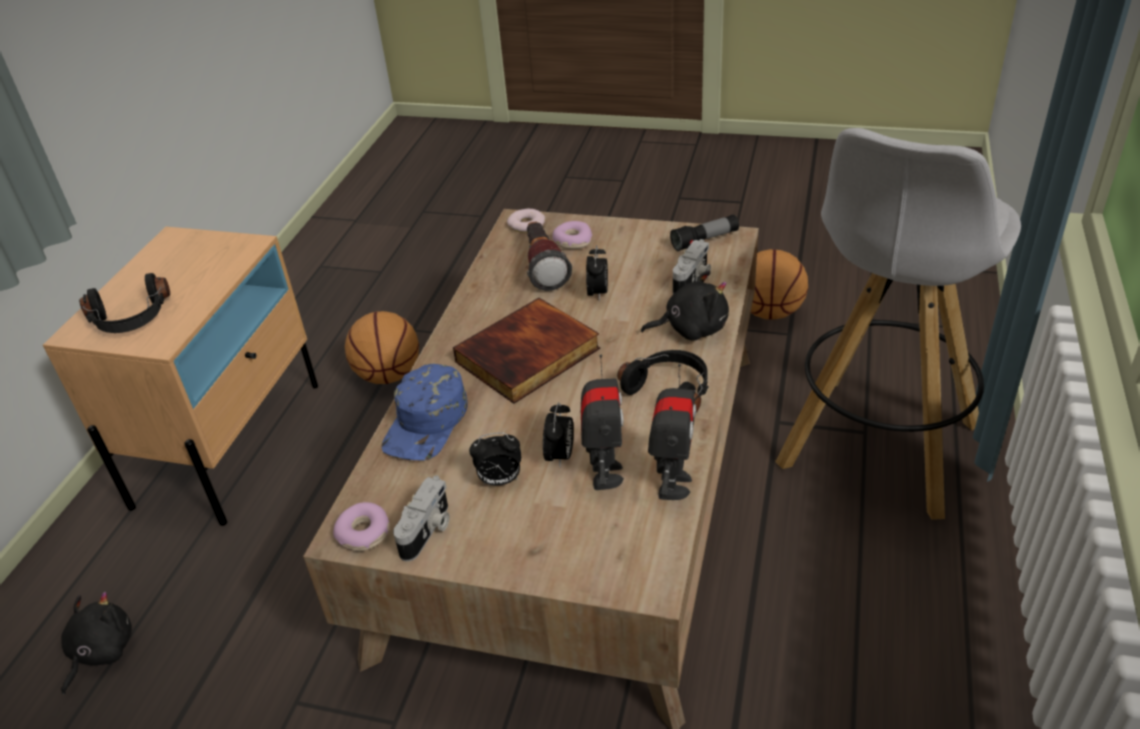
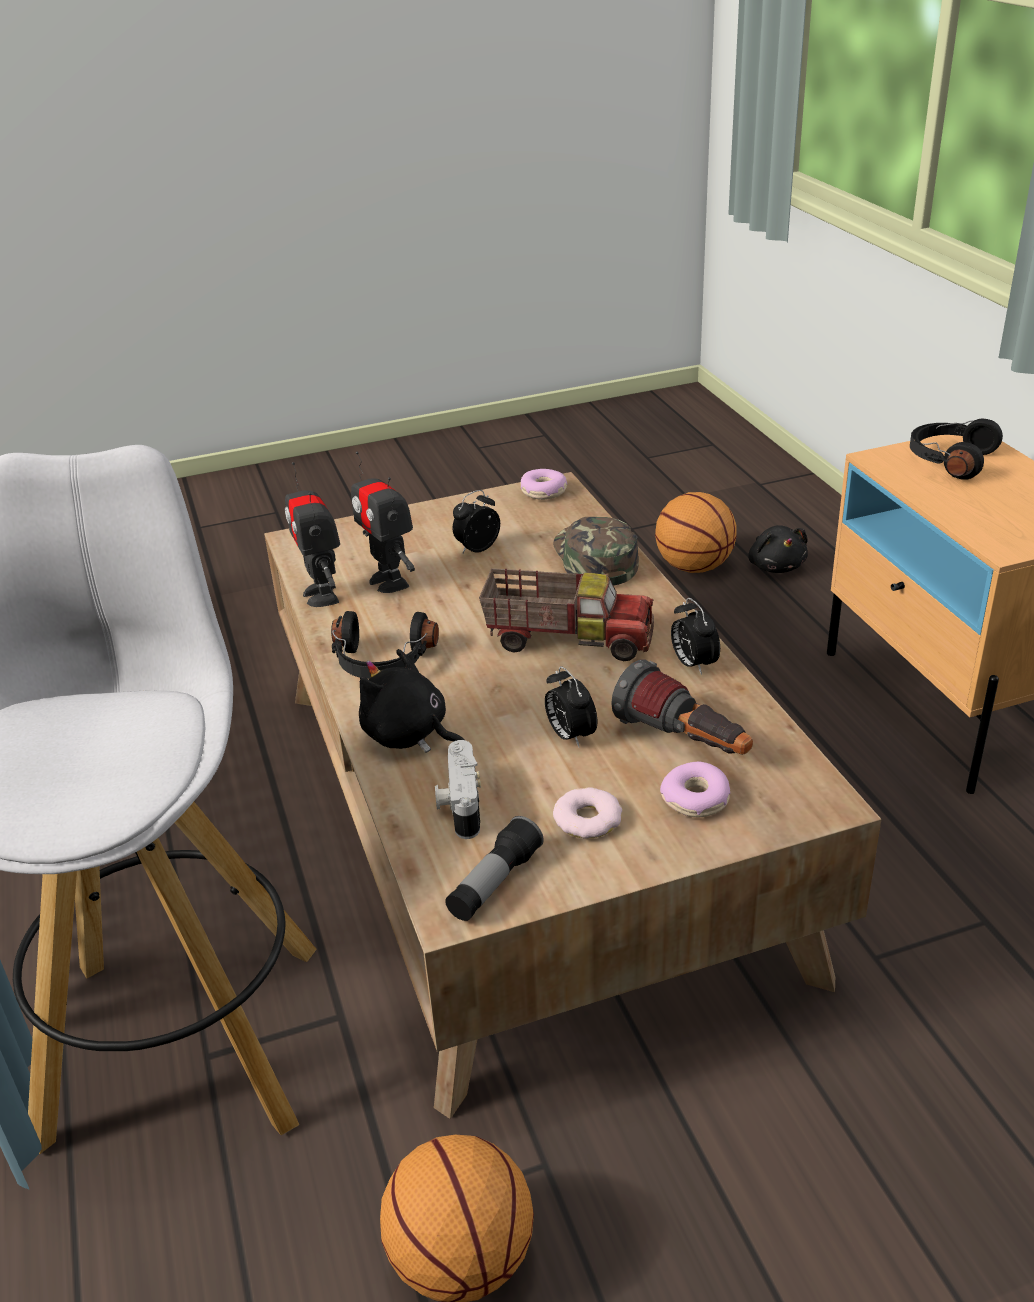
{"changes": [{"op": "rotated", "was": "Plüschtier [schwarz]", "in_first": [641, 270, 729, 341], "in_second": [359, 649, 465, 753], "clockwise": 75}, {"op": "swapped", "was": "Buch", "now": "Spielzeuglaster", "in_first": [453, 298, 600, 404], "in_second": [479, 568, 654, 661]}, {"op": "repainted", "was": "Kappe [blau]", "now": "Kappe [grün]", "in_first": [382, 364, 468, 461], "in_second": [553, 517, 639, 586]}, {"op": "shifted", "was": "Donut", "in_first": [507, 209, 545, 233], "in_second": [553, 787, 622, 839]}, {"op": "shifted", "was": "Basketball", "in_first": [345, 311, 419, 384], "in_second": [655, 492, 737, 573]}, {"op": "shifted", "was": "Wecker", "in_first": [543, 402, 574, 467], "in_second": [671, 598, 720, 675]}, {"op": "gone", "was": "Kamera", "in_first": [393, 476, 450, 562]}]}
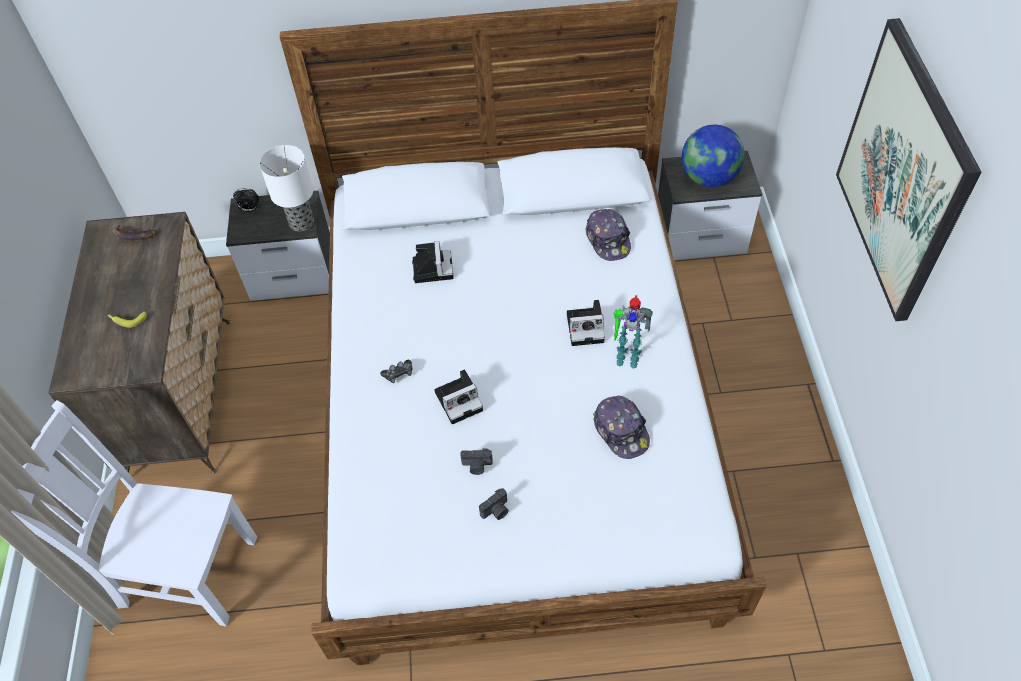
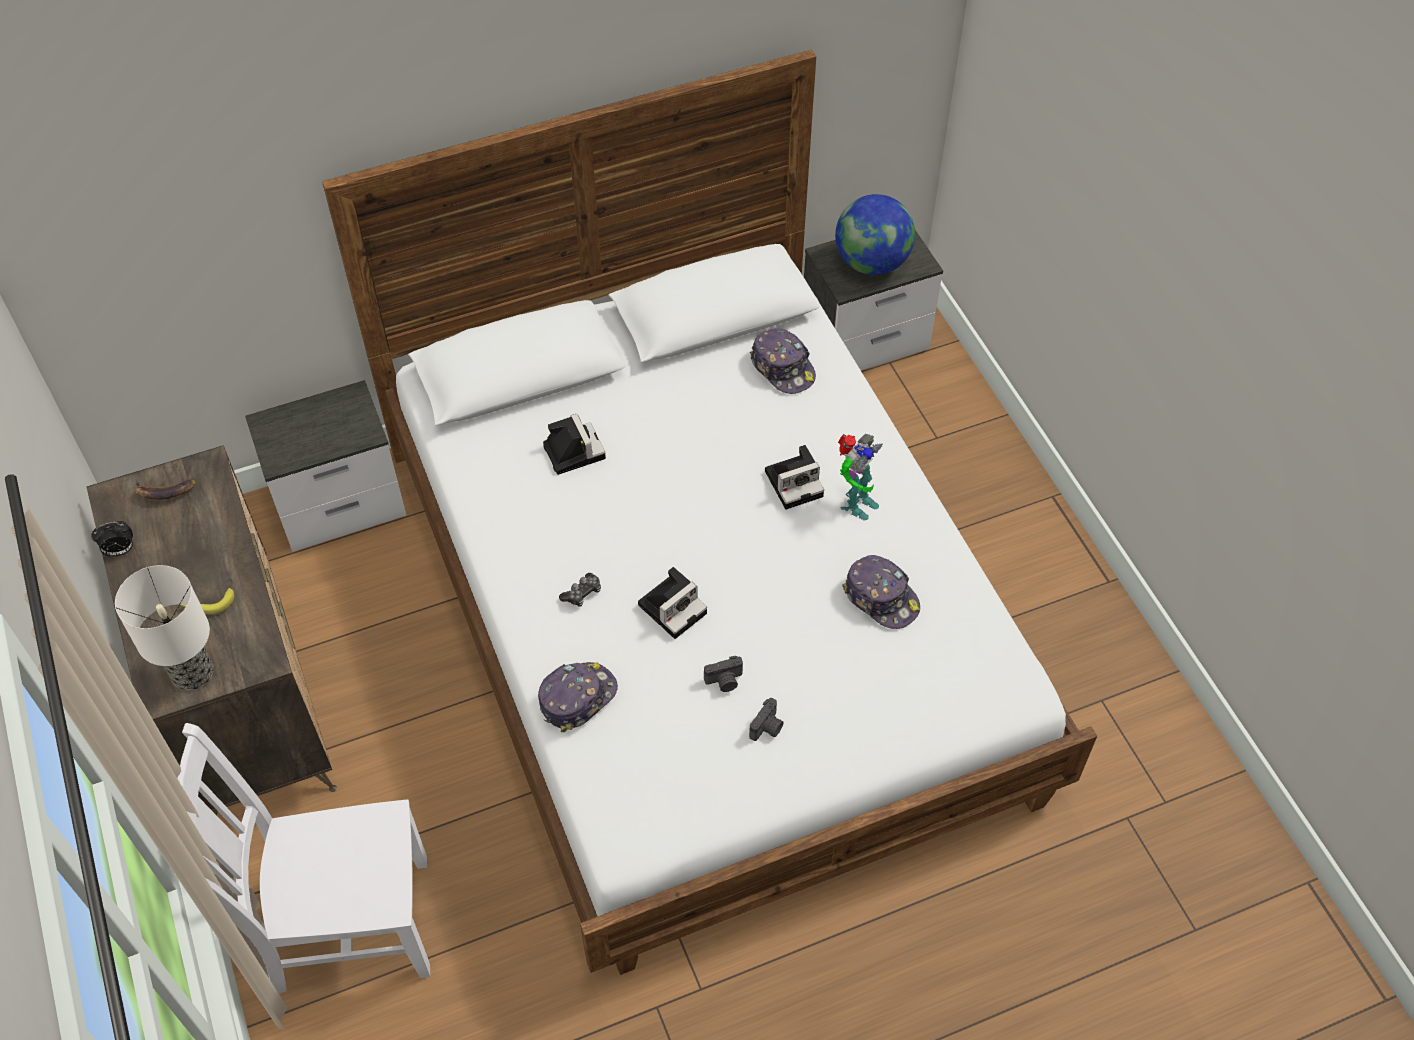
{"changes": [{"op": "shifted", "was": "Wecker", "in_first": [233, 188, 259, 212], "in_second": [91, 521, 134, 557]}, {"op": "shifted", "was": "Tischlampe", "in_first": [260, 145, 314, 231], "in_second": [115, 565, 214, 690]}, {"op": "new", "now": "Kappe", "in_second": [538, 662, 618, 733]}, {"op": "rotated", "was": "Spielzeugroboter", "in_first": [614, 295, 653, 369], "in_second": [838, 434, 883, 521], "clockwise": -45}, {"op": "gone", "was": "Bild", "in_first": [836, 18, 981, 321]}]}
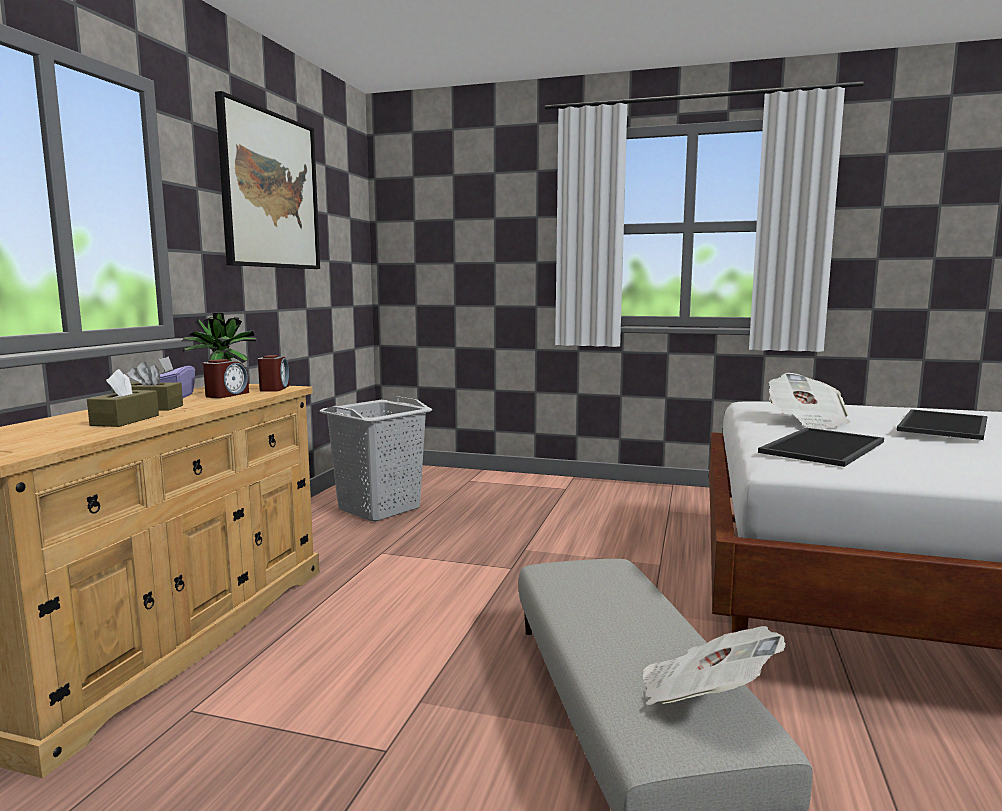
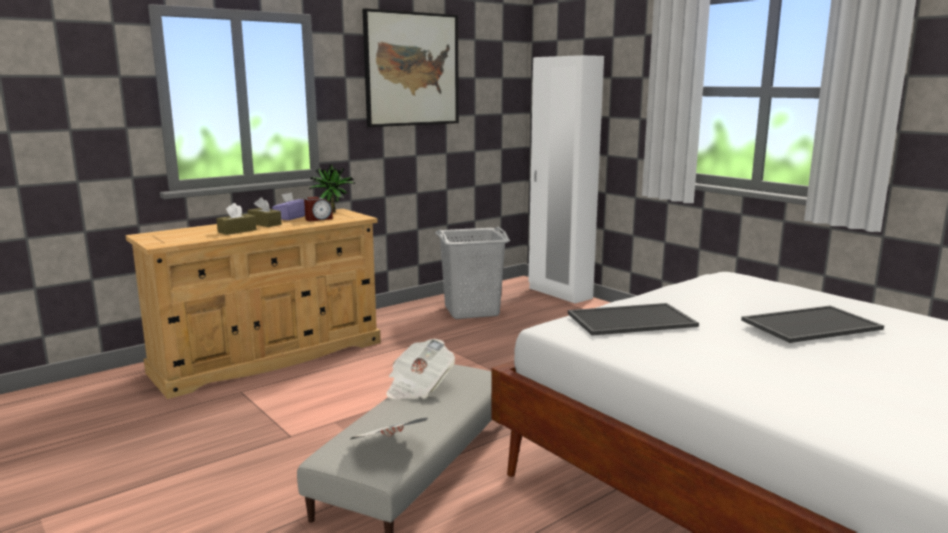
{"changes": [{"op": "shifted", "was": "Zeitung", "in_first": [769, 373, 850, 430], "in_second": [386, 339, 455, 399]}, {"op": "new", "now": "Kleiderschrank [weiß]", "in_second": [528, 55, 604, 304]}, {"op": "gone", "was": "Wecker", "in_first": [258, 355, 289, 392]}]}
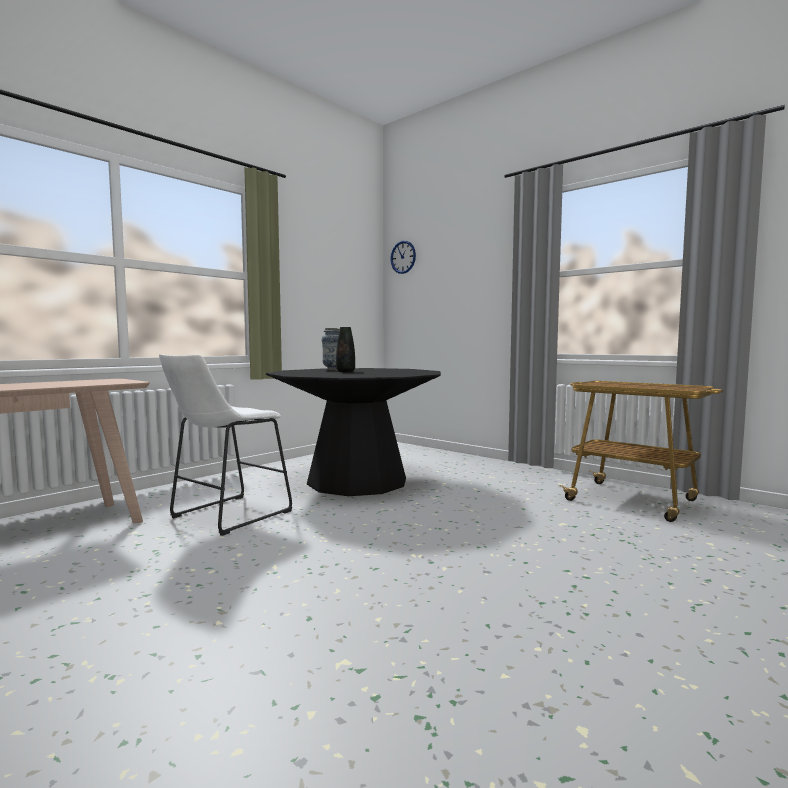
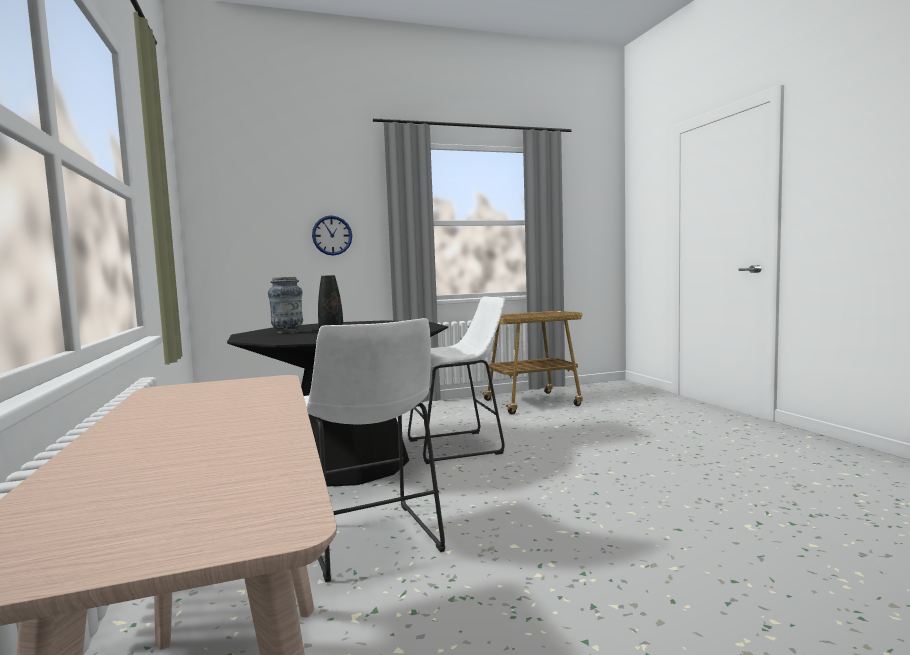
{"changes": [{"op": "shifted", "was": "Wanduhr", "in_first": [390, 240, 416, 274], "in_second": [312, 215, 352, 256]}, {"op": "new", "now": "Hocker [weiß]", "in_second": [408, 296, 505, 464]}]}
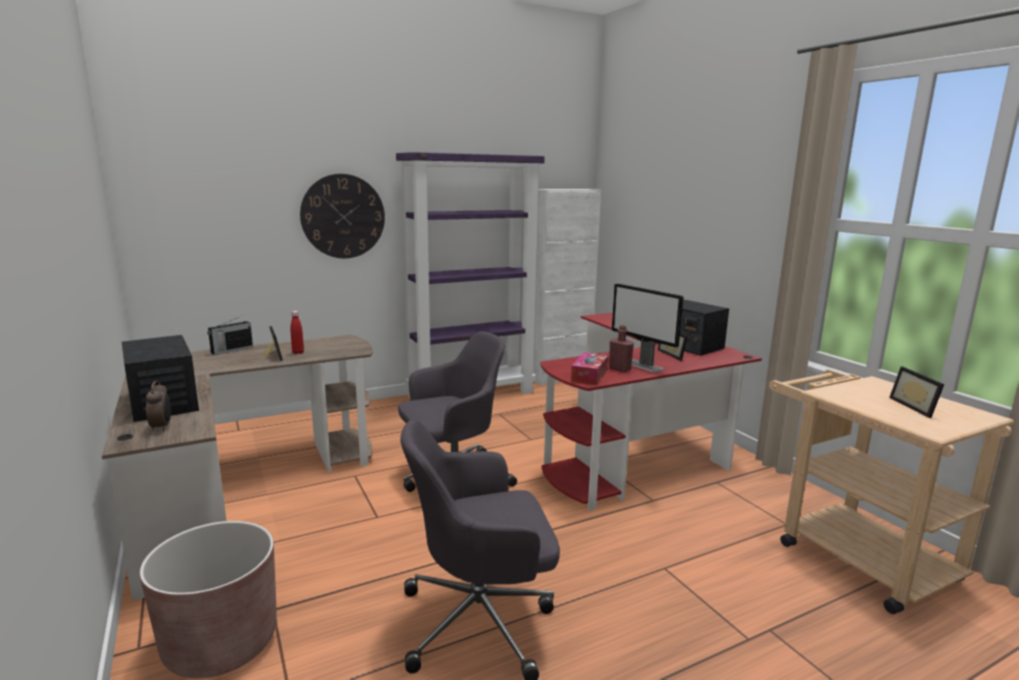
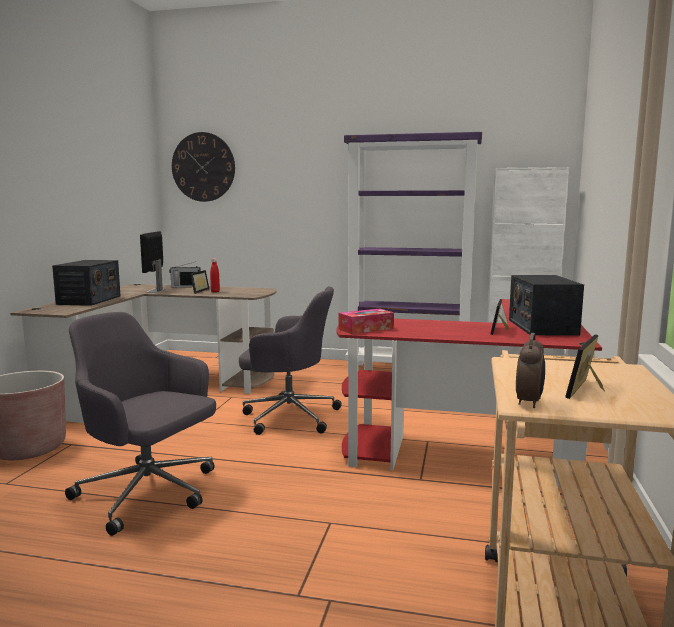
{"changes": [{"op": "shifted", "was": "Monitor", "in_first": [612, 283, 683, 372], "in_second": [140, 231, 166, 293]}, {"op": "shifted", "was": "Wanduhr", "in_first": [300, 174, 385, 258], "in_second": [172, 132, 235, 202]}, {"op": "shifted", "was": "Wecker", "in_first": [146, 381, 171, 431], "in_second": [516, 333, 545, 408]}, {"op": "gone", "was": "Flasche [rot]", "in_first": [609, 325, 634, 372]}]}
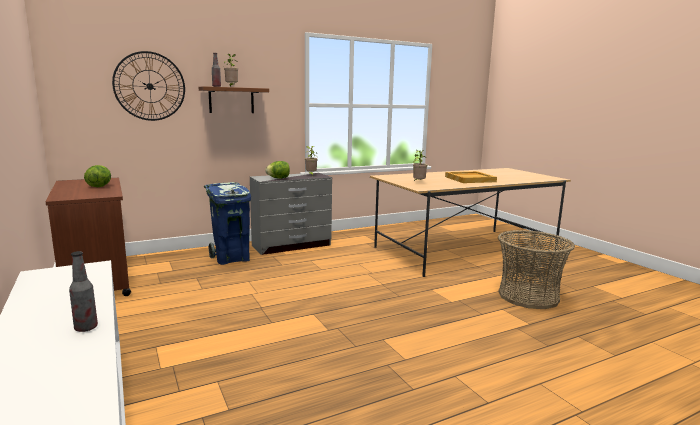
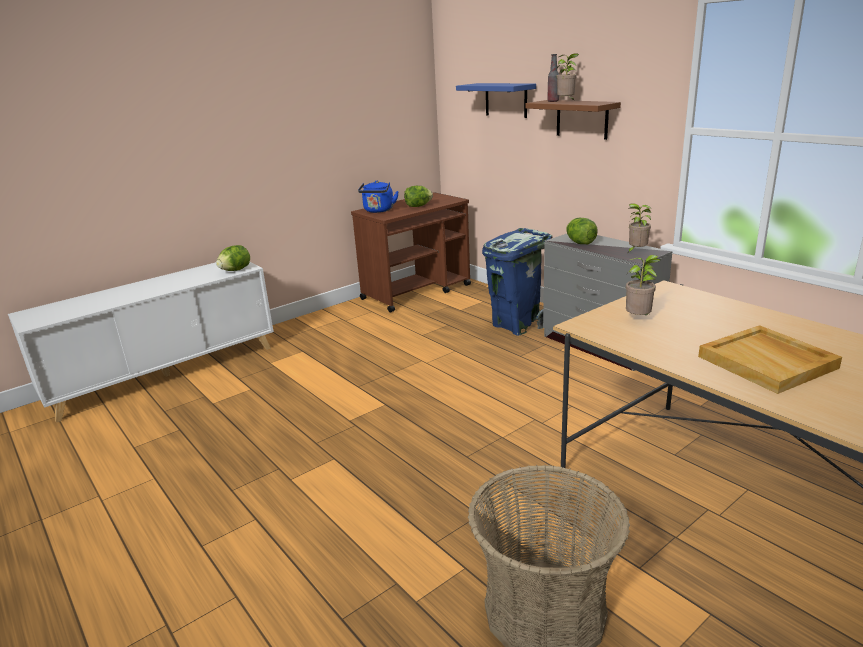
{"changes": [{"op": "new", "now": "Salatkopf", "in_second": [216, 245, 250, 271]}, {"op": "new", "now": "Wasserkessel [blau]", "in_second": [358, 181, 399, 213]}, {"op": "swapped", "was": "Wanduhr", "now": "Wandregal [blau]", "in_first": [112, 51, 185, 121], "in_second": [456, 83, 536, 118]}, {"op": "gone", "was": "Flasche", "in_first": [69, 251, 98, 332]}]}
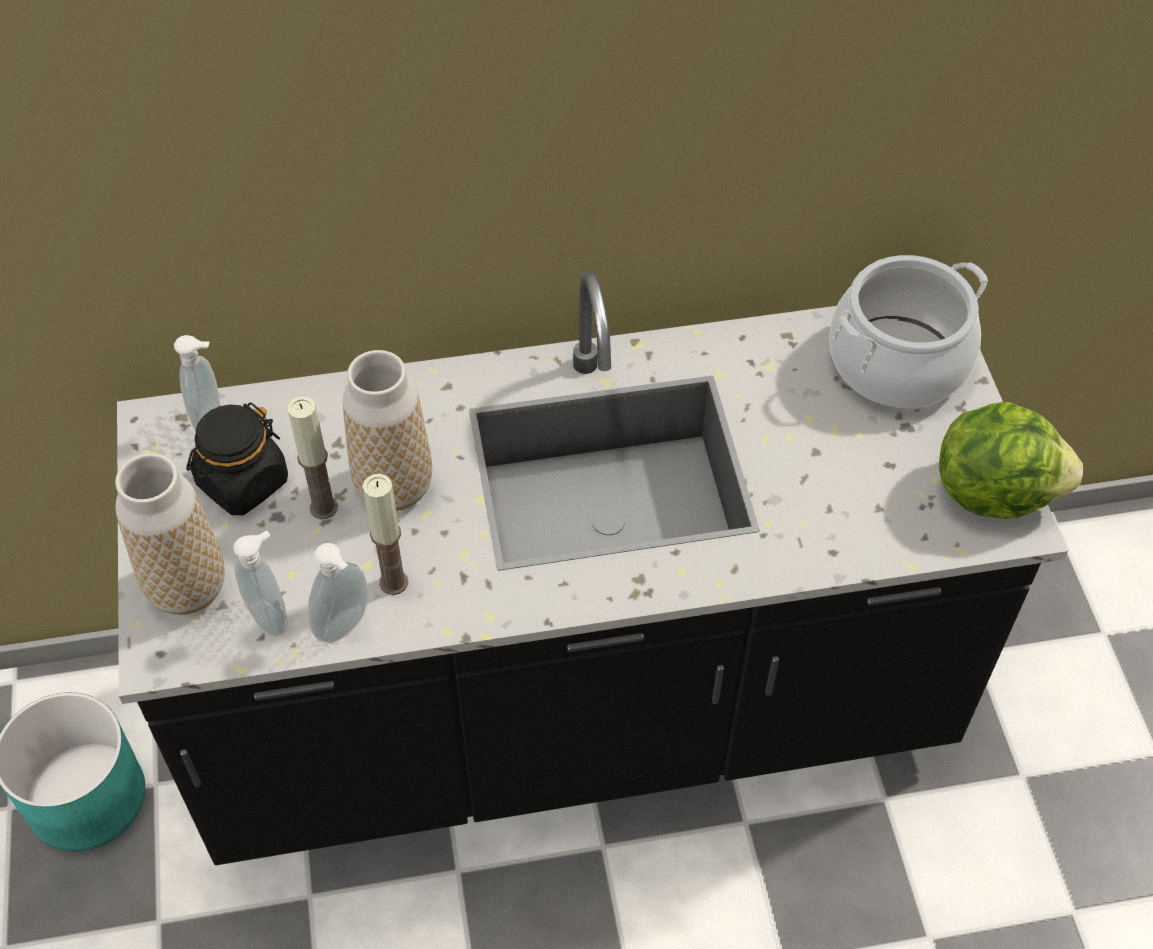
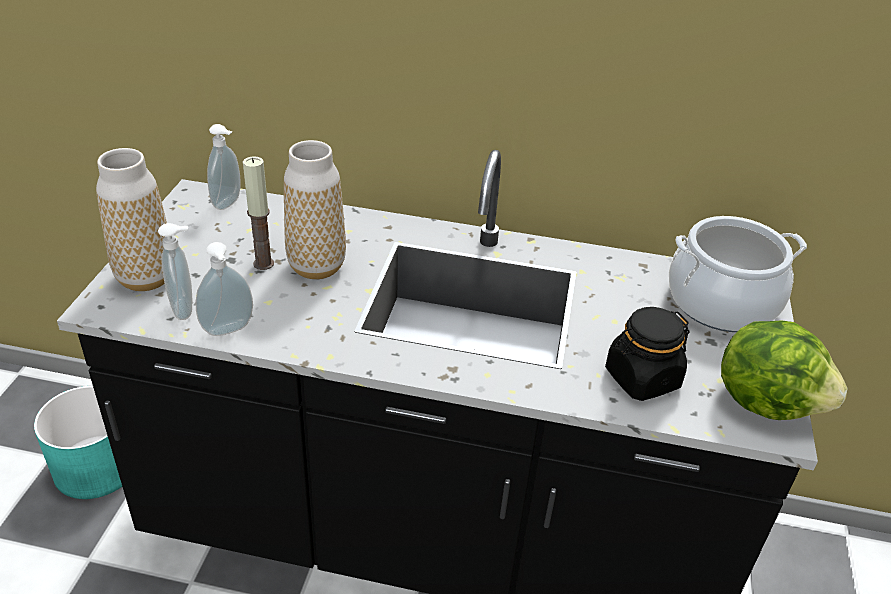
{"changes": [{"op": "shifted", "was": "Vorratsglas [schwarz]", "in_first": [186, 402, 288, 515], "in_second": [605, 307, 689, 401]}, {"op": "gone", "was": "Kerze", "in_first": [363, 474, 408, 595]}]}
